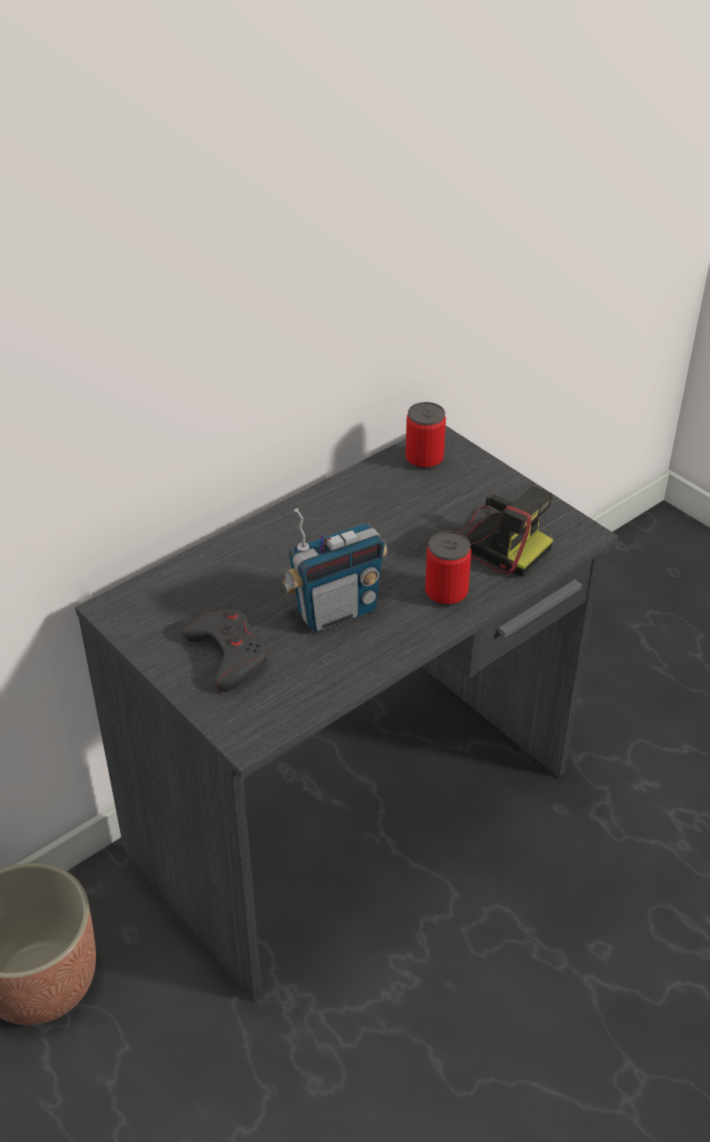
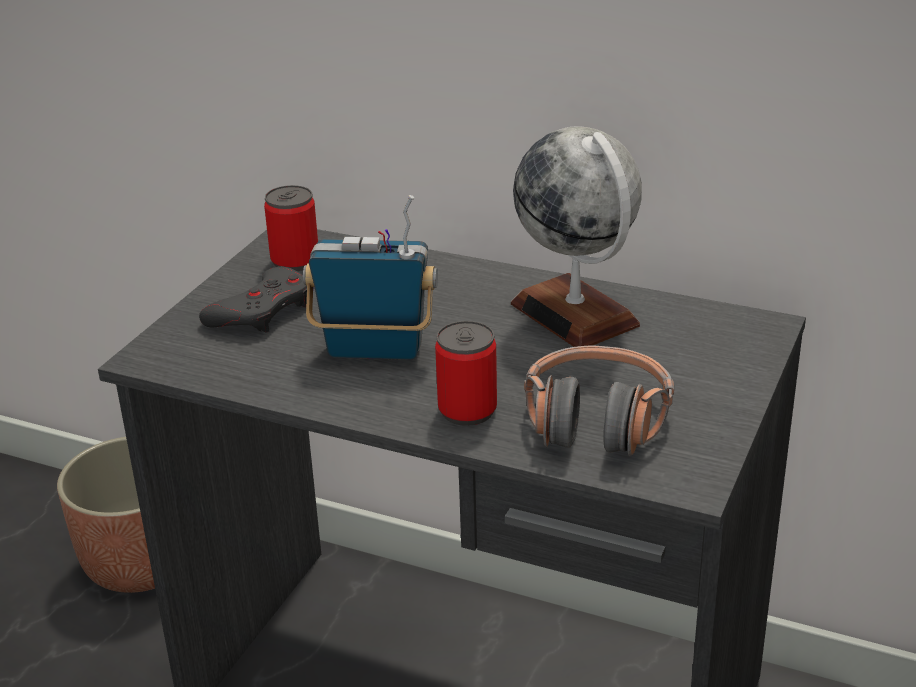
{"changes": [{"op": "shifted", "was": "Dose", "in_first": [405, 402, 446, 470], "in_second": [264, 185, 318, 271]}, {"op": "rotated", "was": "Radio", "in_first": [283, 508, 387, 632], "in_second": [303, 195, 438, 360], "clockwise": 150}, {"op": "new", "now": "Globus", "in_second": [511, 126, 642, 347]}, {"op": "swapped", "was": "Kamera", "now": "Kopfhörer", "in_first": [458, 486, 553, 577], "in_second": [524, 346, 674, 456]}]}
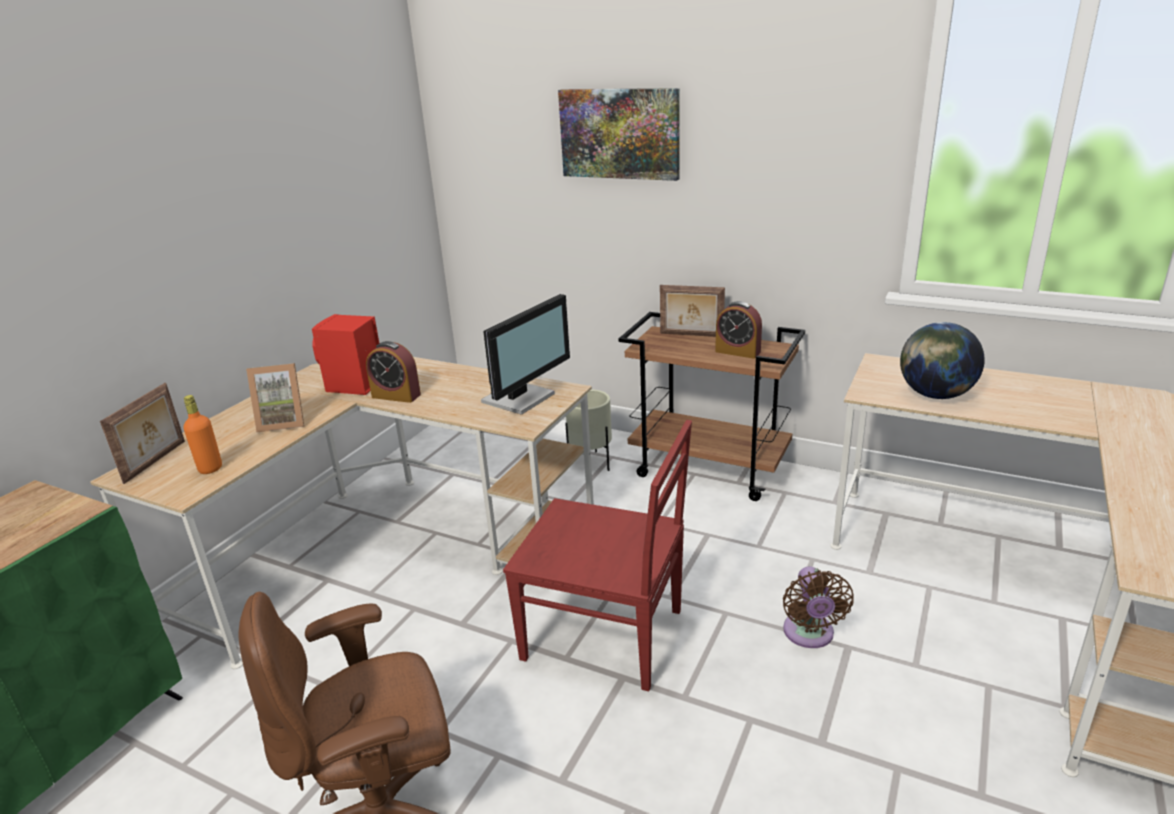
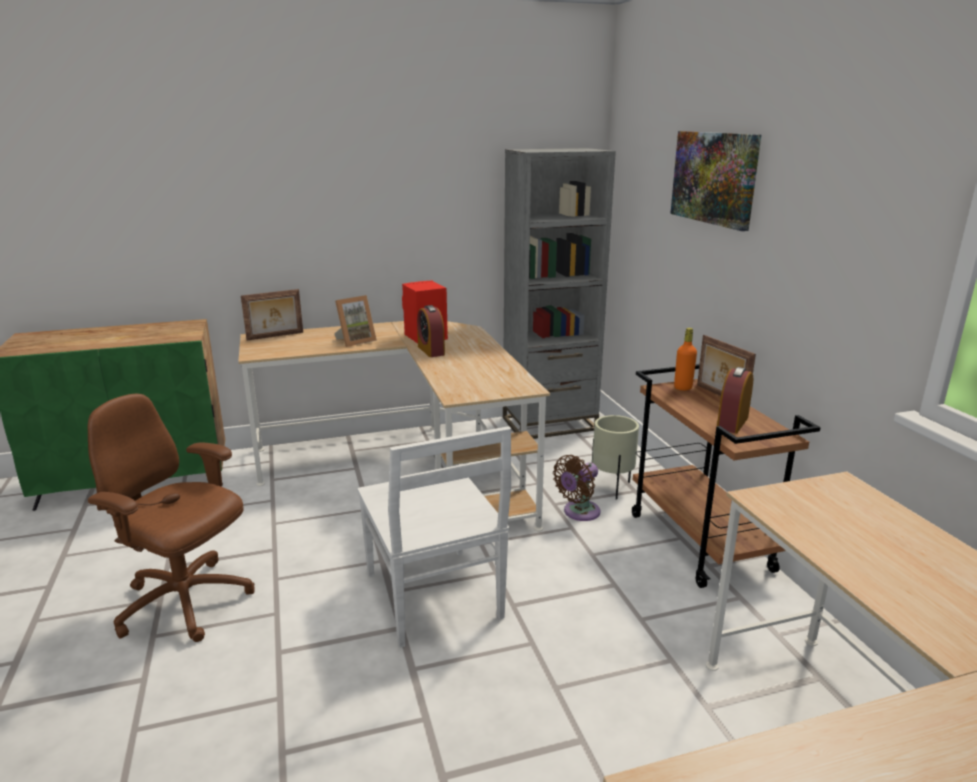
{"changes": [{"op": "rotated", "was": "Bilderrahmen", "in_first": [246, 363, 305, 432], "in_second": [334, 295, 377, 347], "clockwise": -75}, {"op": "repainted", "was": "Stuhl [rot]", "now": "Stuhl [weiß]", "in_first": [503, 420, 692, 691], "in_second": [357, 426, 511, 648]}, {"op": "new", "now": "Bücherregal [grau]", "in_second": [503, 148, 616, 439]}, {"op": "shifted", "was": "Ventilator [braun]", "in_first": [783, 566, 854, 648], "in_second": [553, 455, 600, 521]}, {"op": "shifted", "was": "Flasche [orange]", "in_first": [184, 395, 222, 474], "in_second": [674, 328, 697, 390]}, {"op": "rotated", "was": "Wecker", "in_first": [715, 301, 762, 359], "in_second": [717, 367, 753, 433], "clockwise": 45}, {"op": "gone", "was": "Monitor", "in_first": [481, 294, 570, 415]}, {"op": "gone", "was": "Globus", "in_first": [900, 322, 985, 399]}]}
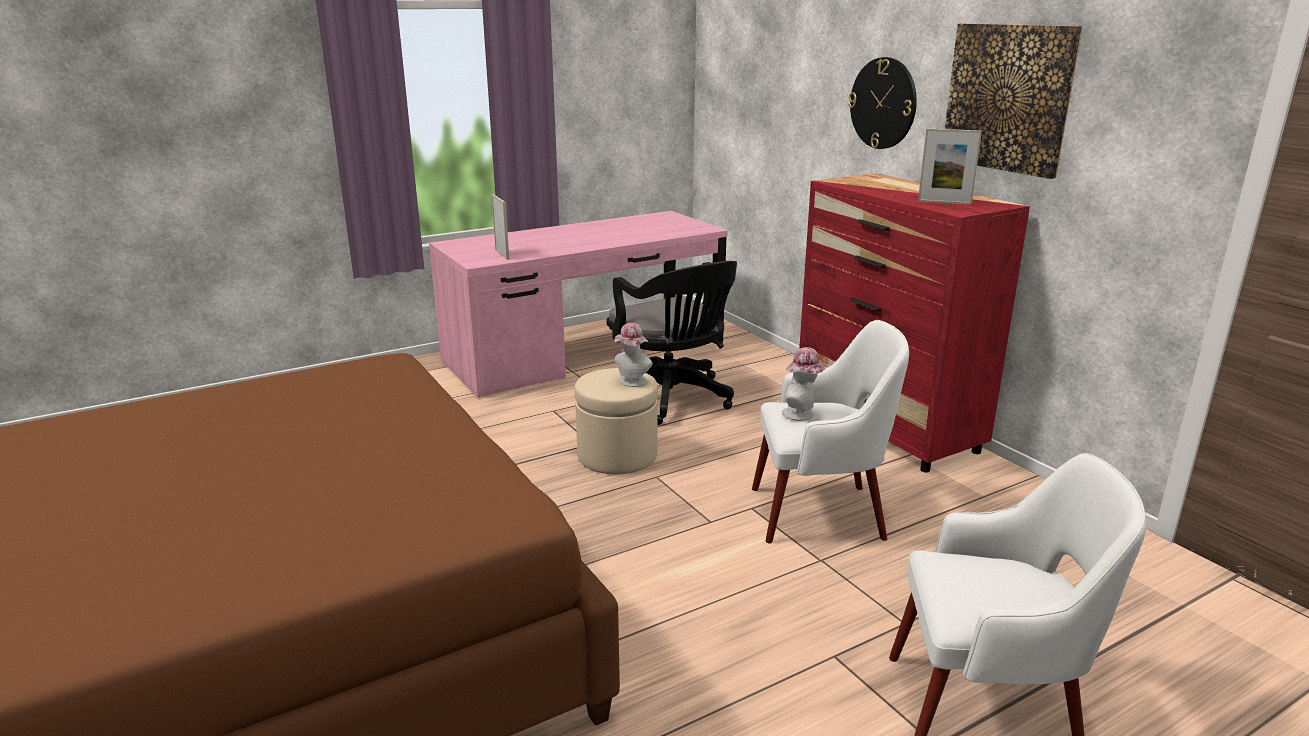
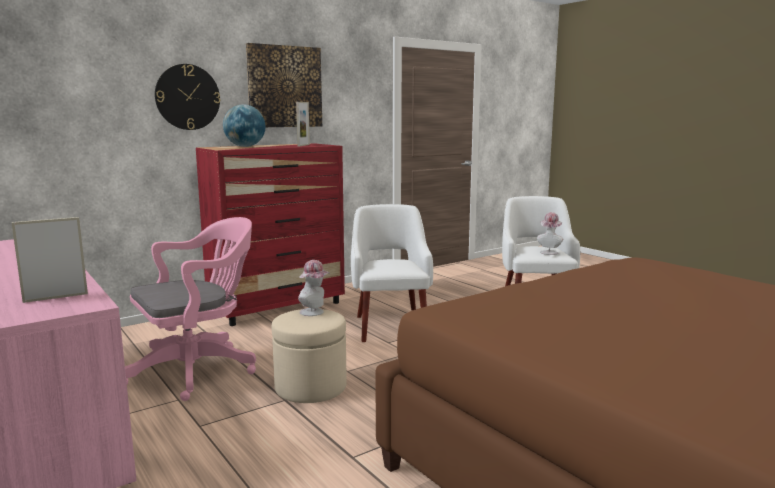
{"changes": [{"op": "repainted", "was": "Bürostuhl [schwarz]", "now": "Bürostuhl [rosa]", "in_first": [606, 261, 737, 425], "in_second": [125, 217, 256, 401]}, {"op": "new", "now": "Globus", "in_second": [223, 104, 265, 147]}, {"op": "shifted", "was": "Hut", "in_first": [782, 347, 829, 421], "in_second": [537, 212, 564, 255]}]}
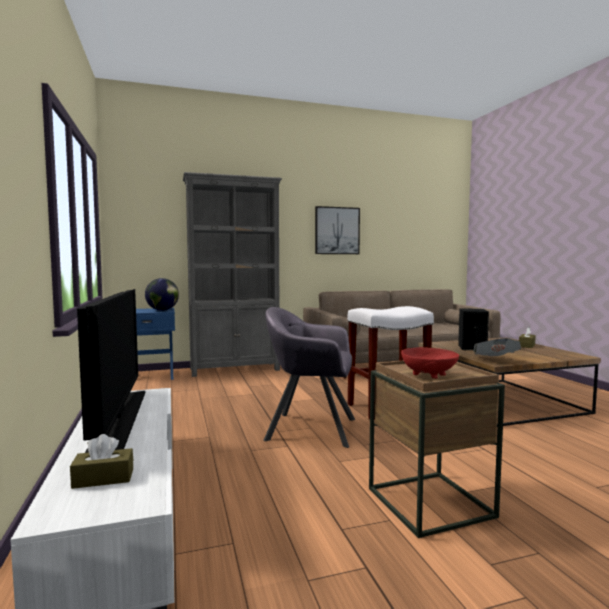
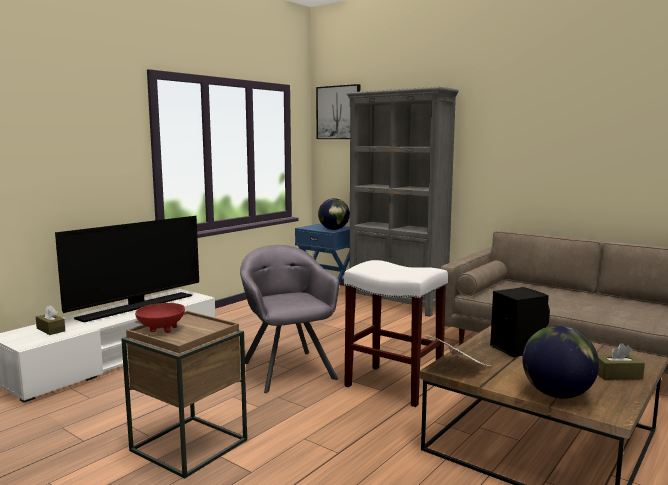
{"changes": [{"op": "shifted", "was": "Bild", "in_first": [315, 206, 360, 254], "in_second": [316, 84, 360, 139]}, {"op": "new", "now": "Globus", "in_second": [522, 326, 599, 399]}]}
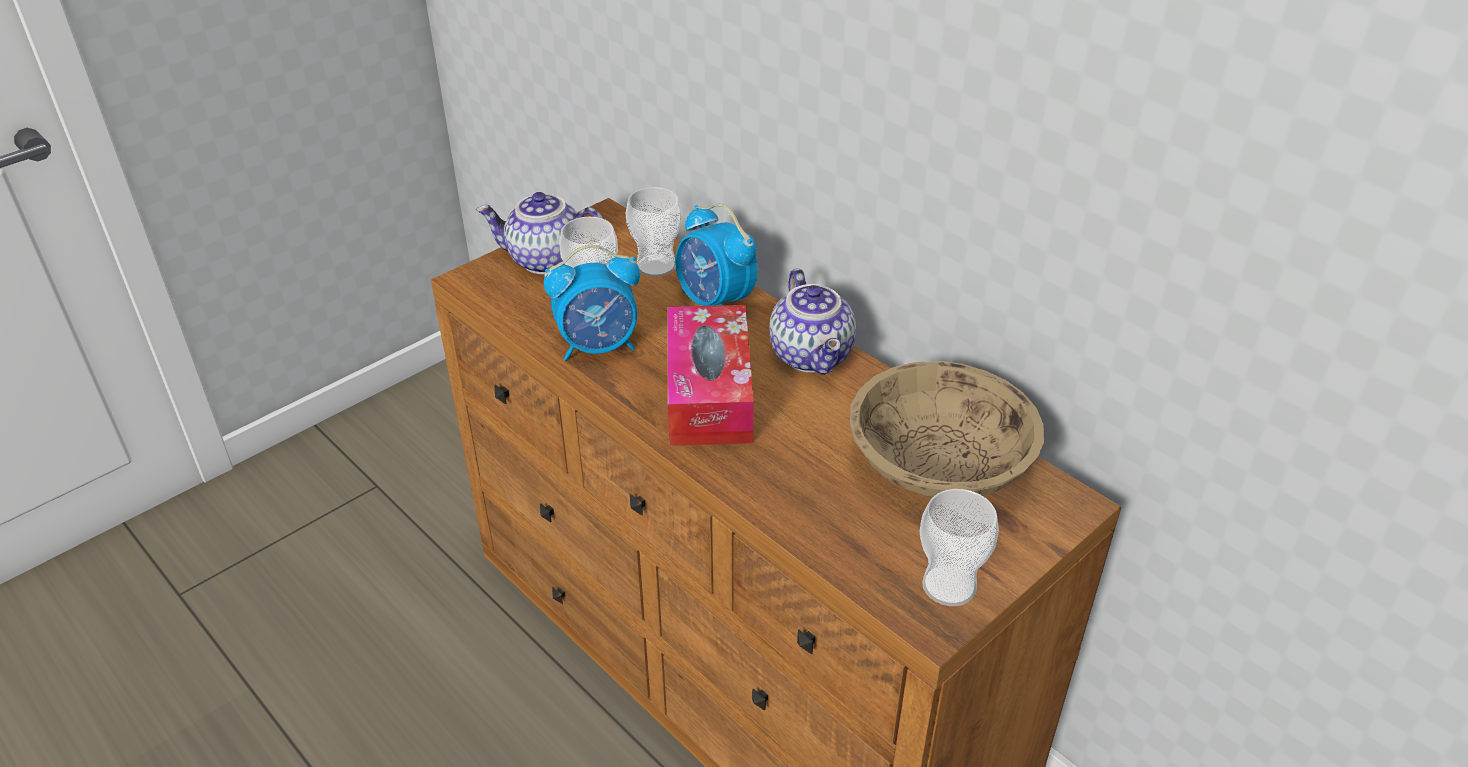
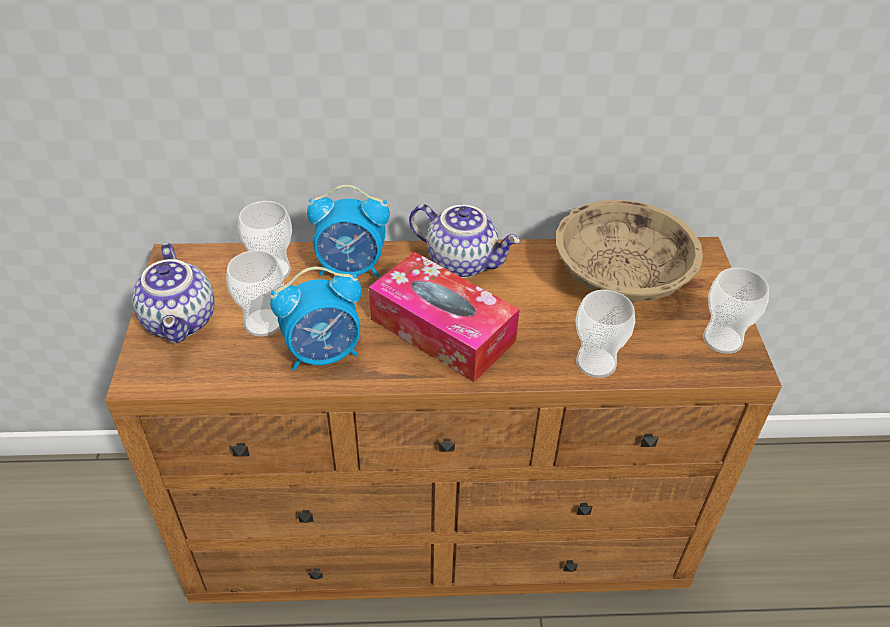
{"changes": [{"op": "rotated", "was": "Teekanne", "in_first": [476, 192, 604, 274], "in_second": [132, 243, 215, 343], "clockwise": -60}, {"op": "rotated", "was": "Wecker", "in_first": [544, 245, 640, 361], "in_second": [270, 267, 362, 371], "clockwise": 45}, {"op": "new", "now": "Tasse", "in_second": [576, 289, 635, 378]}]}
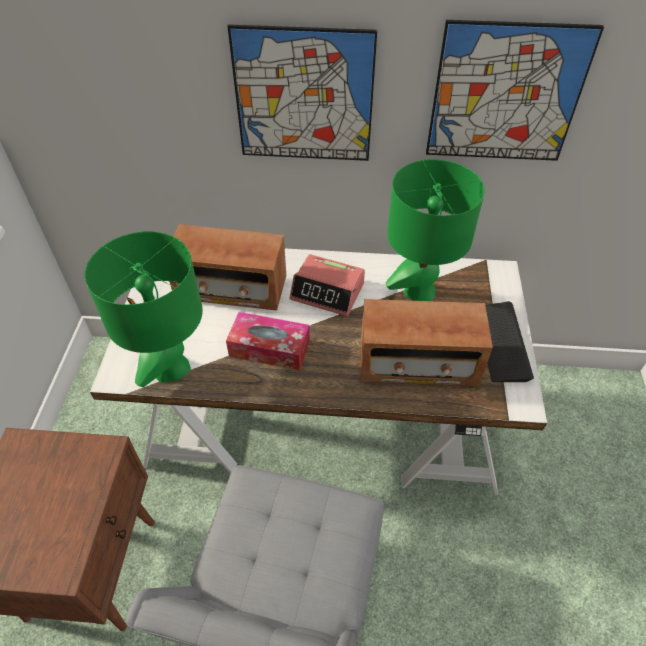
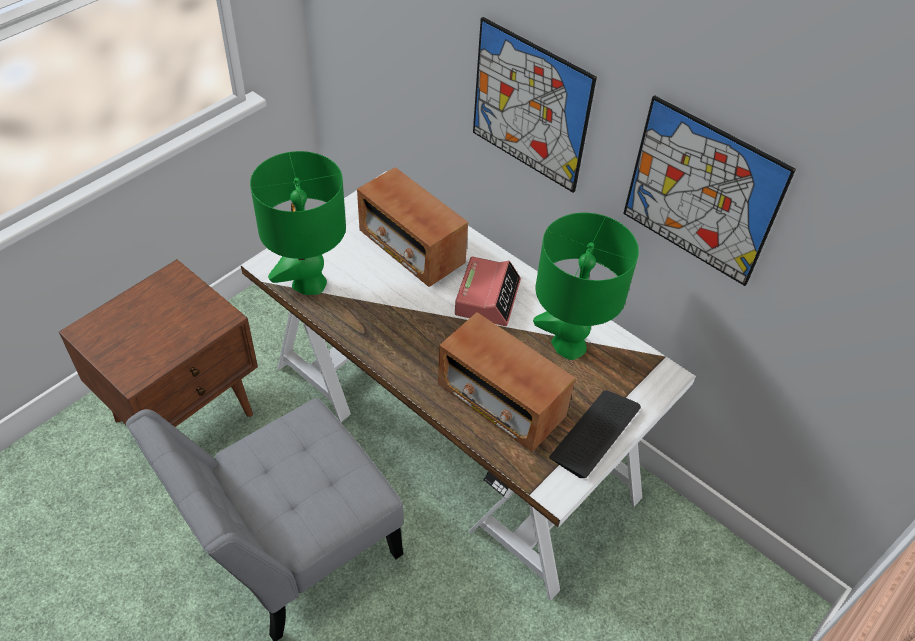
{"changes": [{"op": "rotated", "was": "Wecker", "in_first": [290, 254, 365, 316], "in_second": [455, 257, 521, 326], "clockwise": -135}, {"op": "gone", "was": "Taschentuchbox", "in_first": [226, 312, 310, 370]}]}
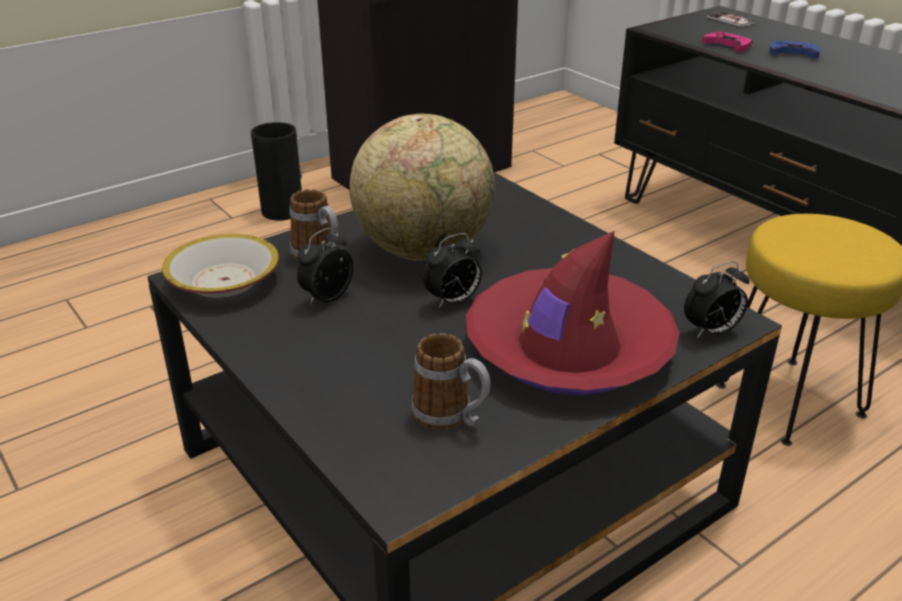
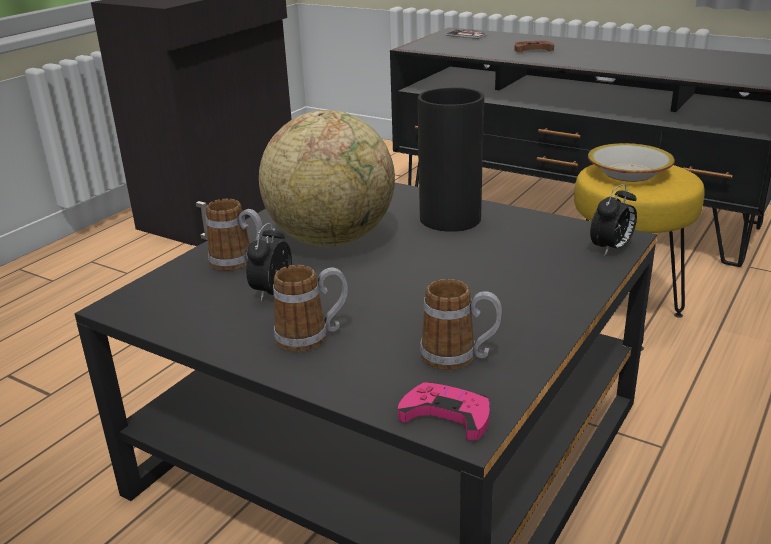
{"changes": [{"op": "new", "now": "Henkelbecher", "in_second": [273, 265, 348, 352]}, {"op": "shifted", "was": "Gamepad [rosa]", "in_first": [702, 32, 752, 52], "in_second": [398, 382, 490, 440]}, {"op": "shifted", "was": "Vase", "in_first": [251, 122, 302, 221], "in_second": [418, 87, 484, 232]}, {"op": "repainted", "was": "Gamepad [blau]", "now": "Gamepad [braun]", "in_first": [769, 41, 820, 59], "in_second": [515, 41, 554, 52]}, {"op": "shifted", "was": "Schüssel", "in_first": [162, 234, 279, 298], "in_second": [588, 143, 675, 182]}, {"op": "gone", "was": "Wecker", "in_first": [423, 233, 482, 308]}, {"op": "gone", "was": "Hut [rot]", "in_first": [466, 231, 680, 395]}]}
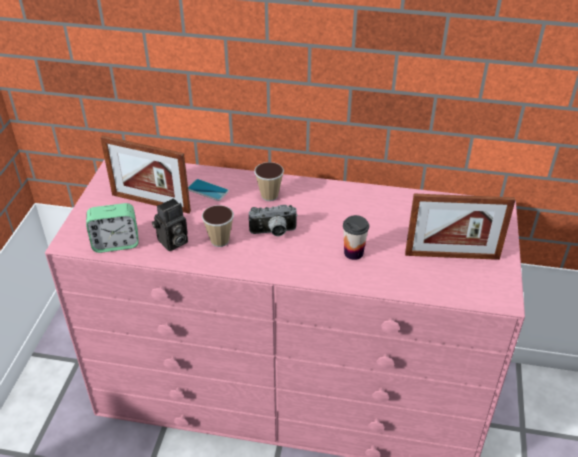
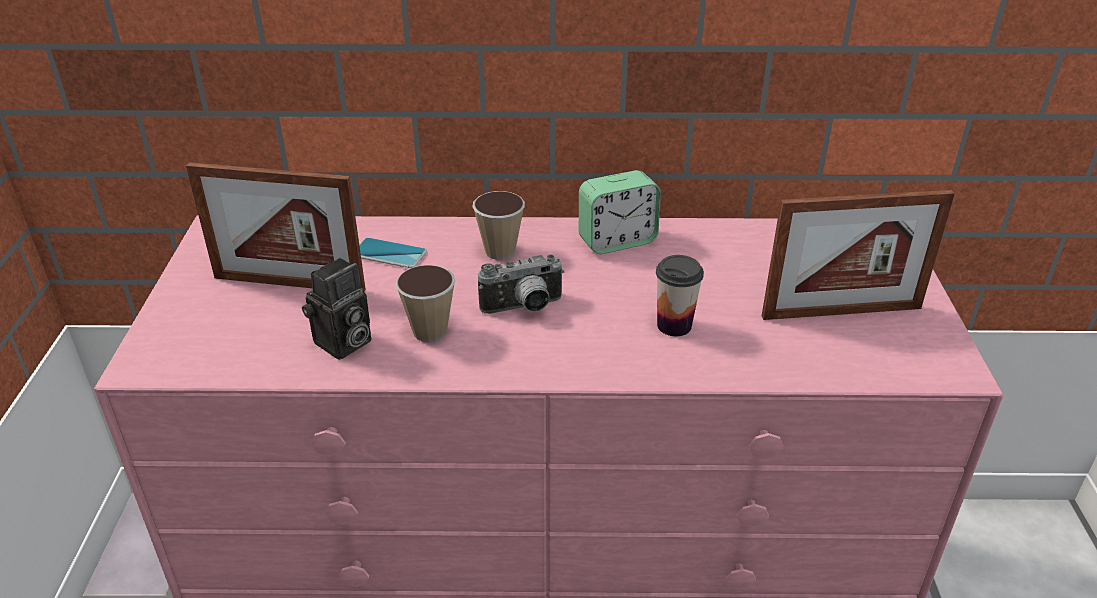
{"changes": [{"op": "shifted", "was": "Wecker", "in_first": [86, 203, 139, 253], "in_second": [579, 170, 661, 254]}]}
